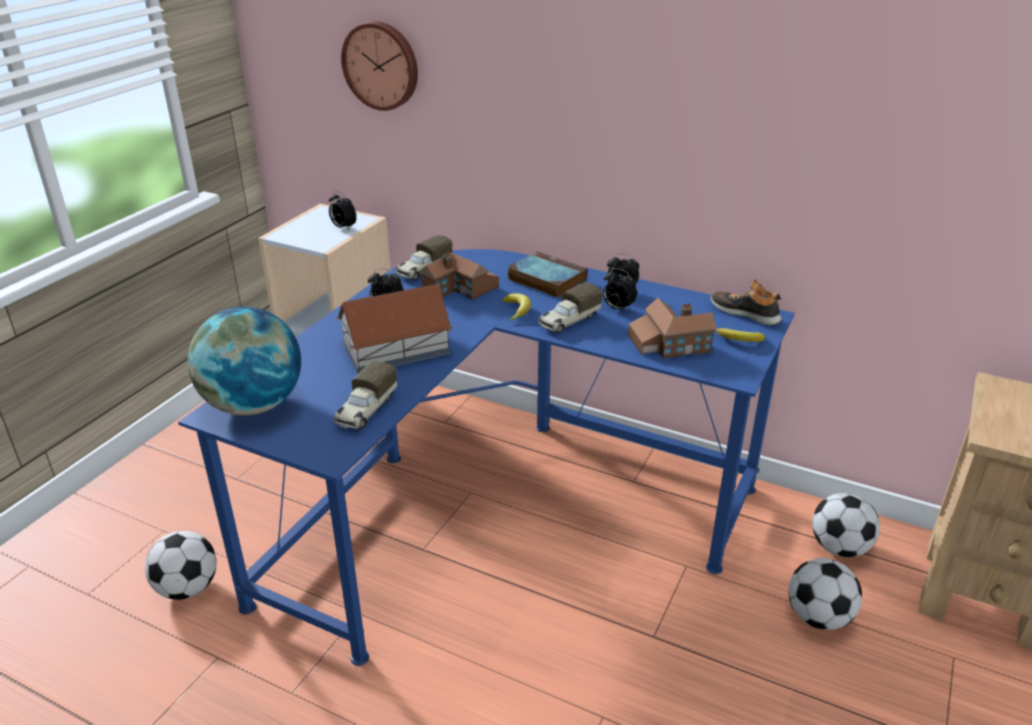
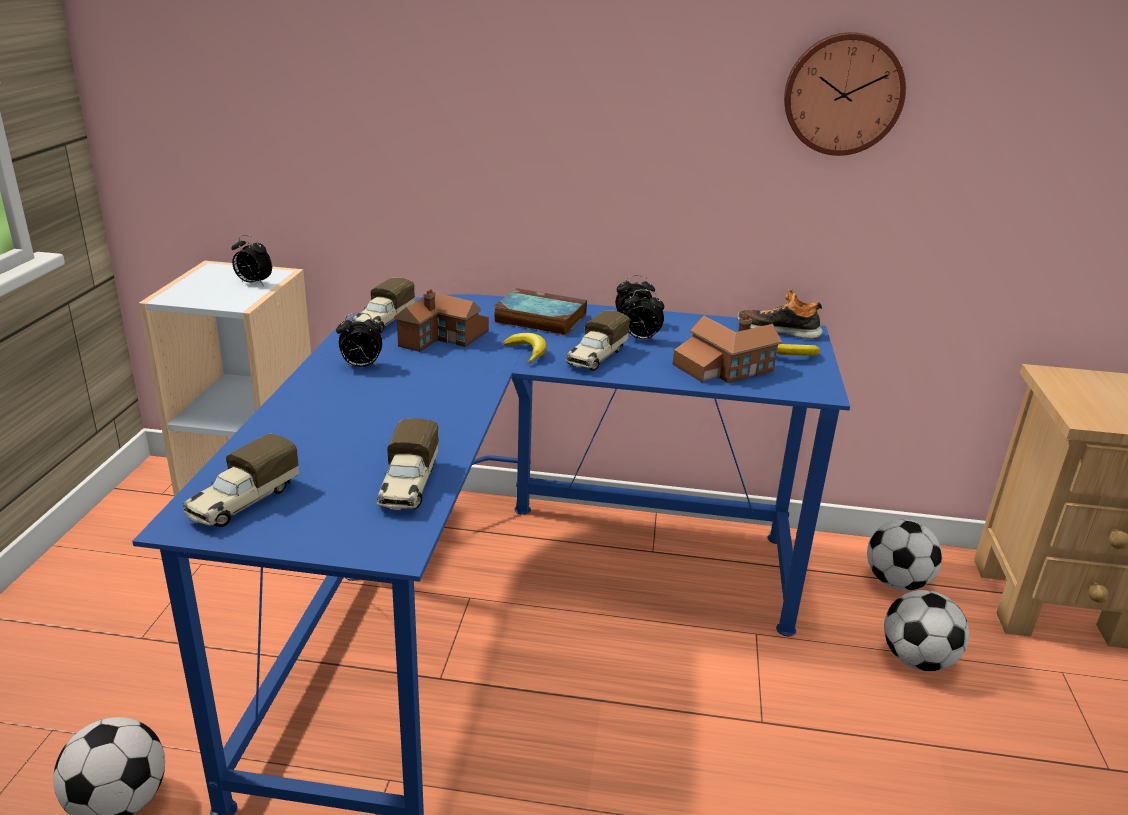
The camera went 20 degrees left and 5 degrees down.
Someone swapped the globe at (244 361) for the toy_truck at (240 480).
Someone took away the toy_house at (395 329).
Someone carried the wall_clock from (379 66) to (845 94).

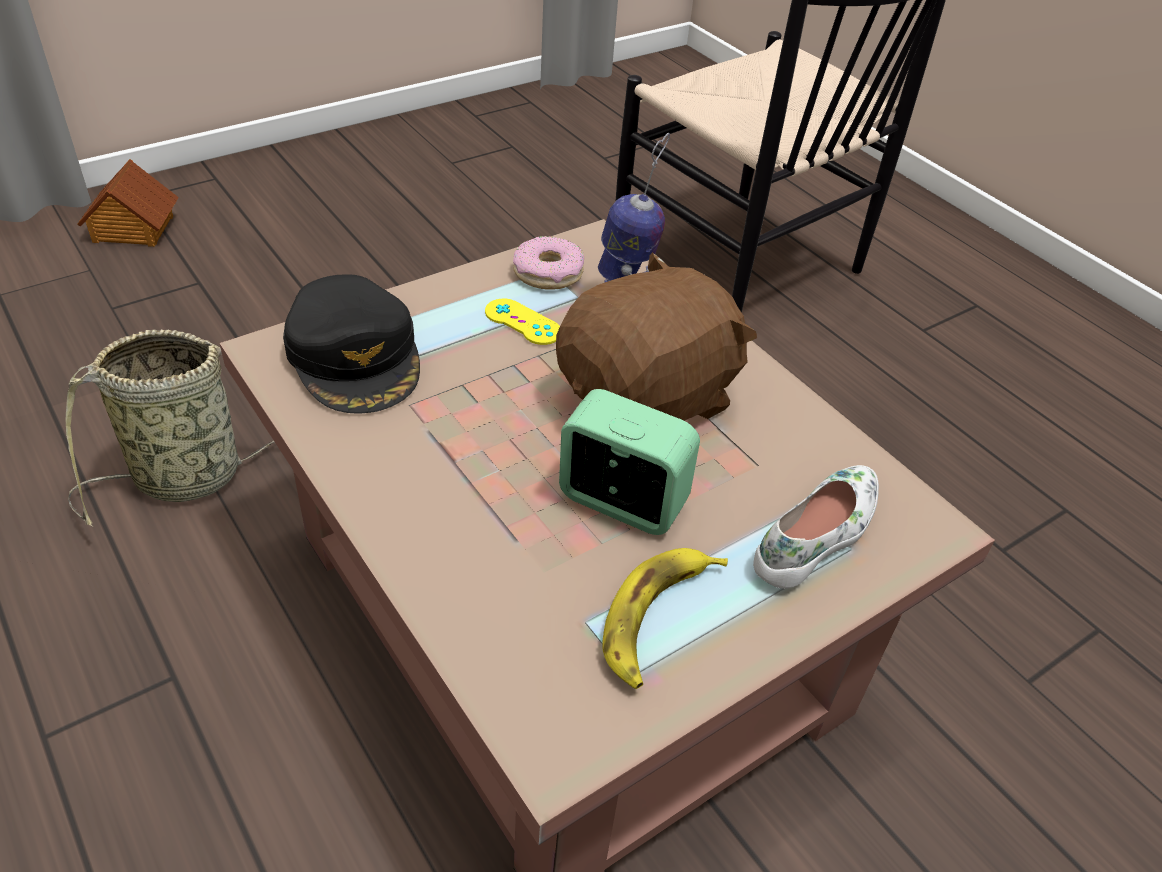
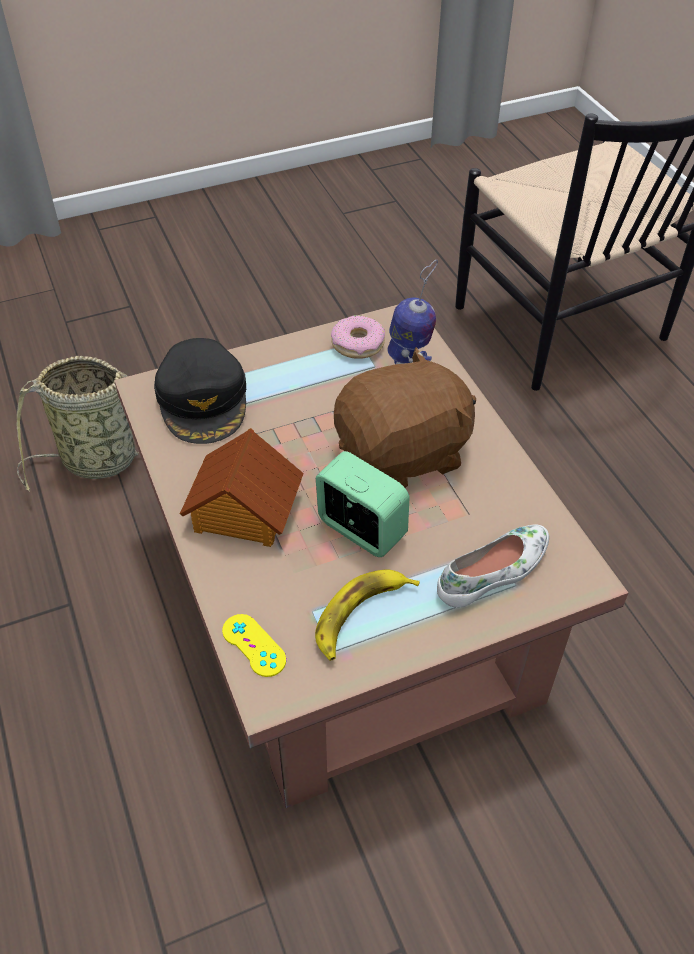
The camera went 15 degrees right and 5 degrees up.
Someone carried the toy_house from (128 203) to (242 487).
Someone carried the yellow_game_controller from (522 322) to (254 645).

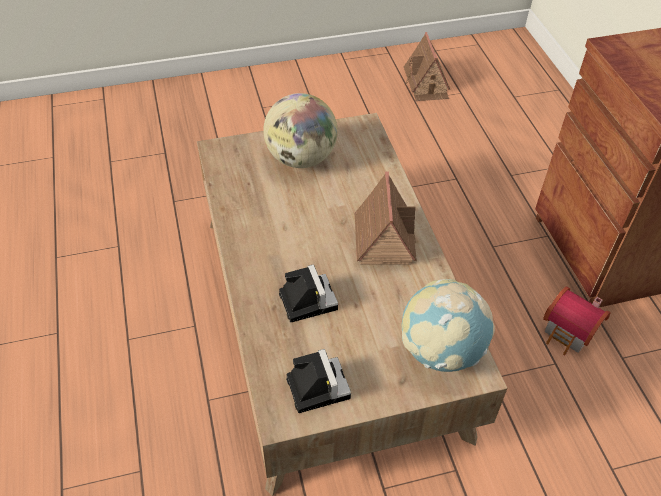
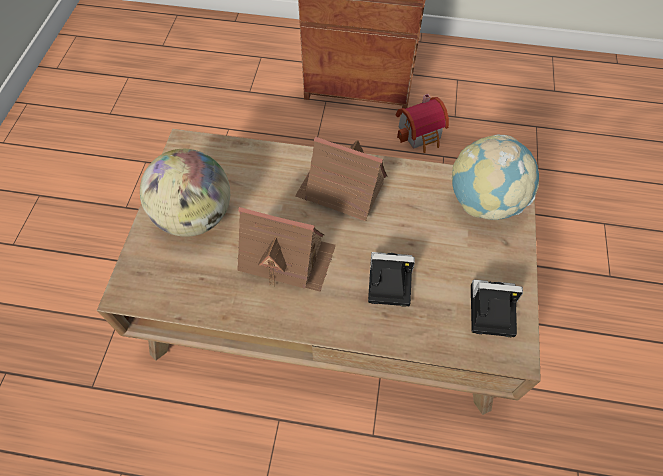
The camera went 65 degrees left and 10 degrees up.
Someone carried the toy_house from (427 66) to (286 249).

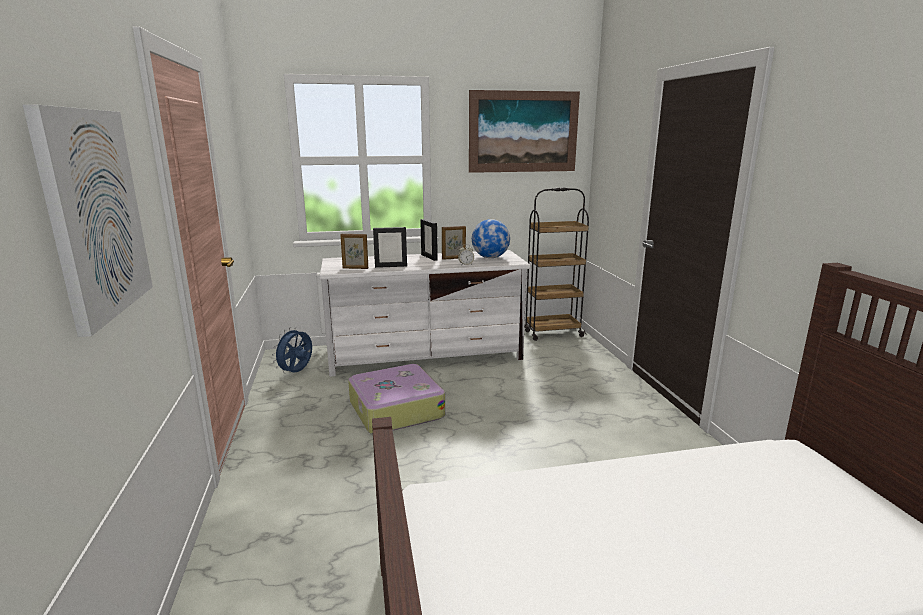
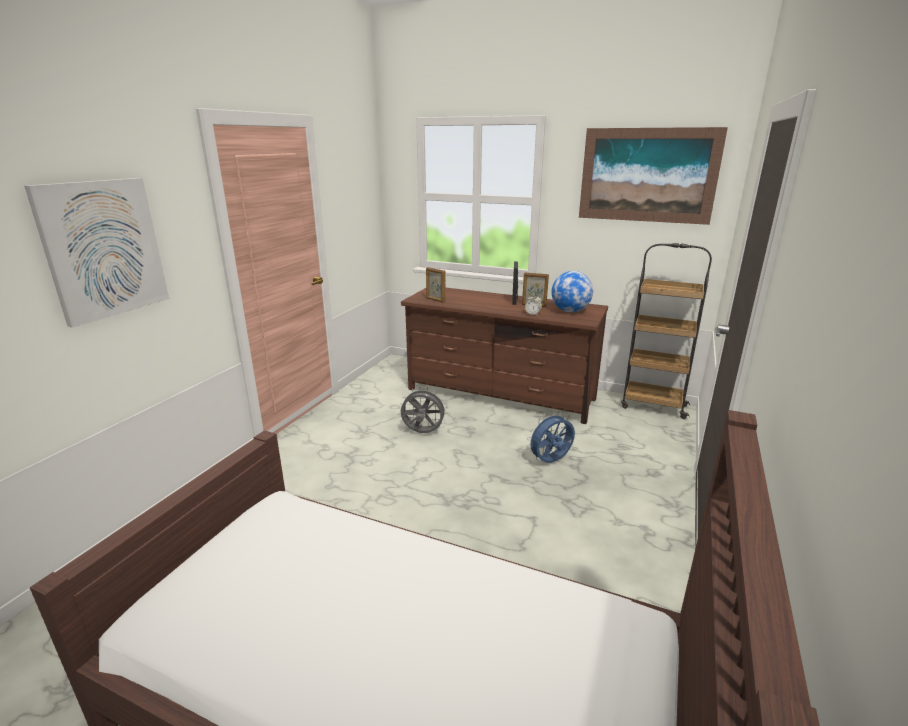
The camera went 35 degrees right and 5 degrees up.
Someone carried the blue_fan from (292 350) to (551 437).
Someone repainted the white_dresser at (425 313), which became the brown_dresser at (504 356).
Someone swapped the suitcase at (396 399) for the grey_fan at (424 410).
Someone took away the picture_frame at (390 247).

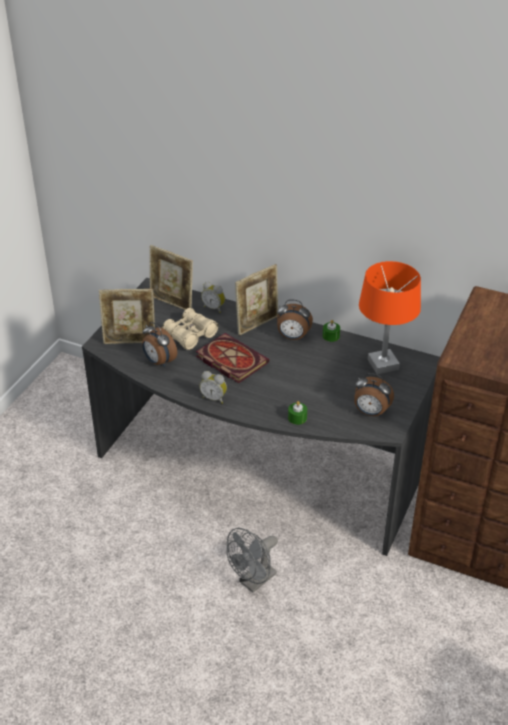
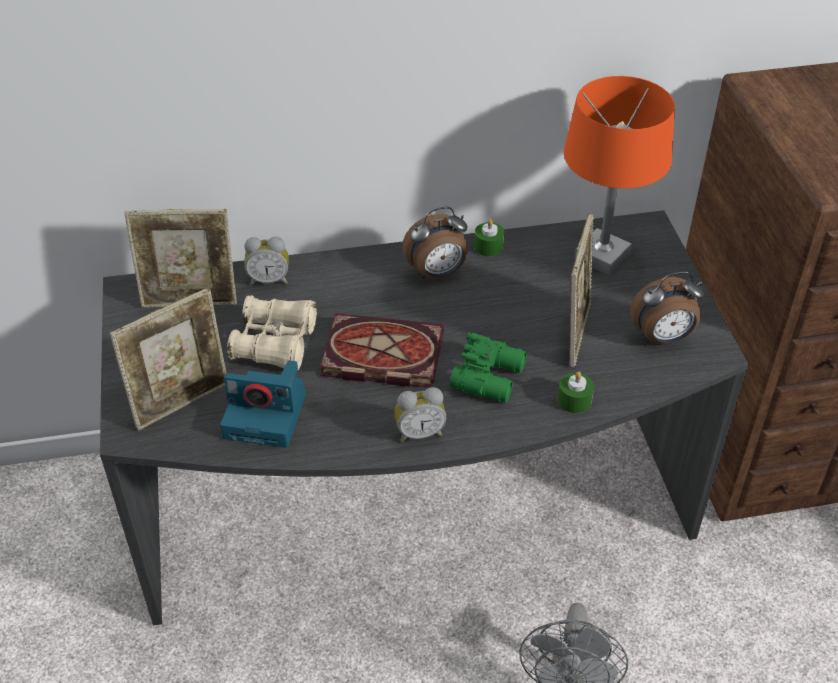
The camera went 35 degrees left and 5 degrees up.
Someone swapped the alarm_clock at (159 344) for the photo_camera at (263 404).
Someone carried the picture_frame from (256 300) to (582 290).
Someone put down the green_binoculars at (488 367).

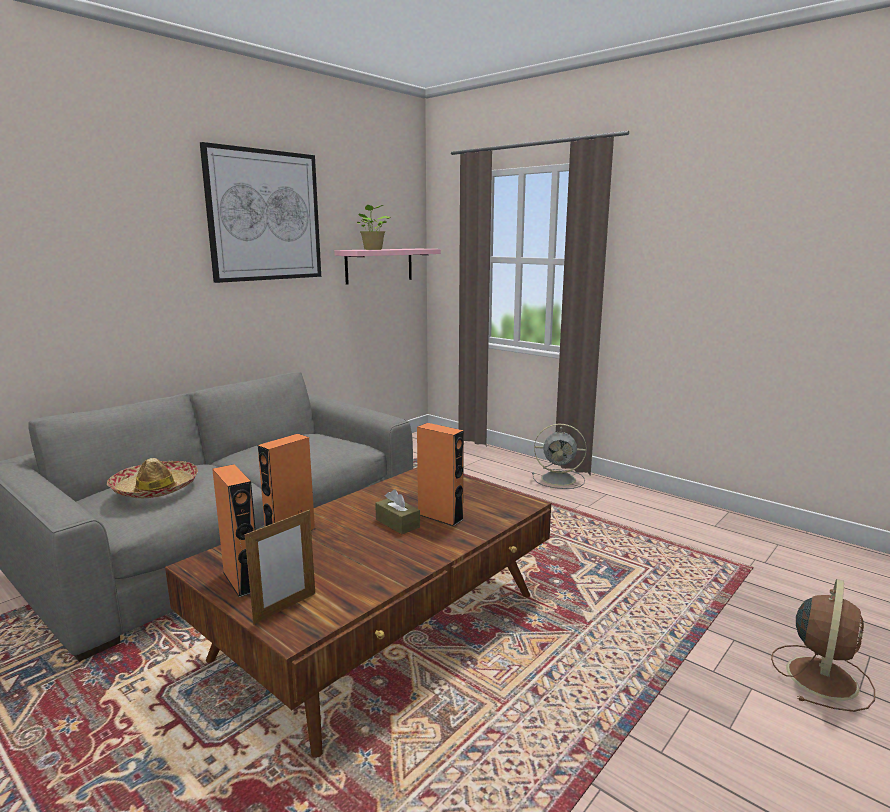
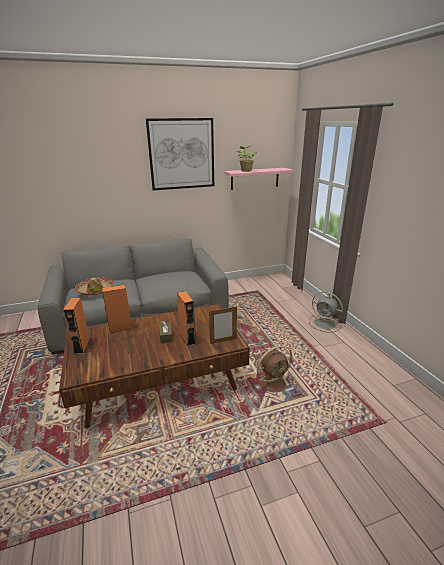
The camera went 30 degrees right and 10 degrees up.
Someone carried the picture_frame from (280 567) to (223 325).
Someone carried the brown_fan from (823 645) to (272 371).

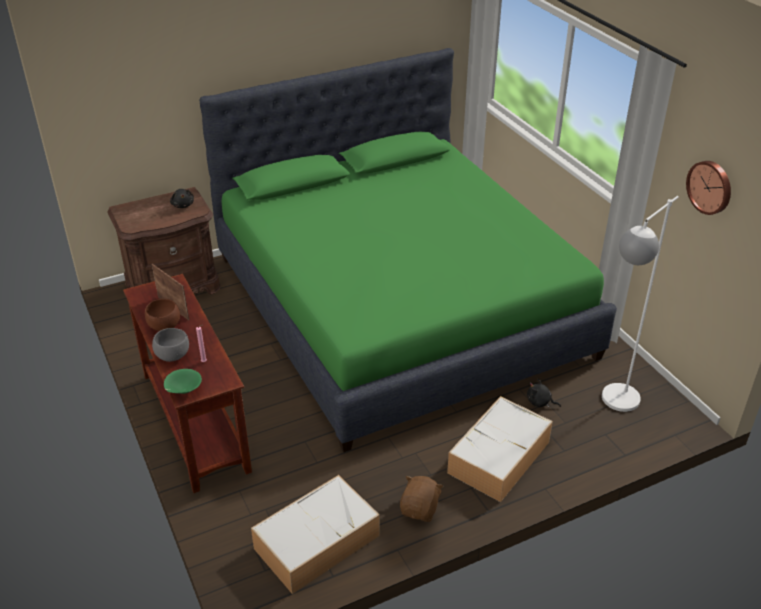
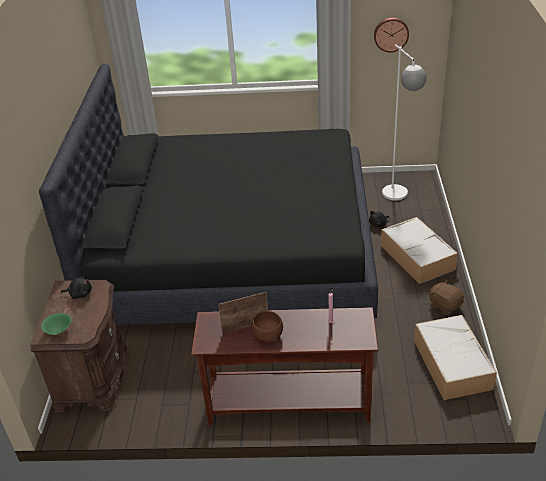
The camera went 60 degrees left and 0 degrees up.
Someone took away the grey_bowl at (170 345).
Someone carried the green_bowl from (183 381) to (56 324).
Someone repainted the green_bed at (408 250), which became the black_bed at (208 194).

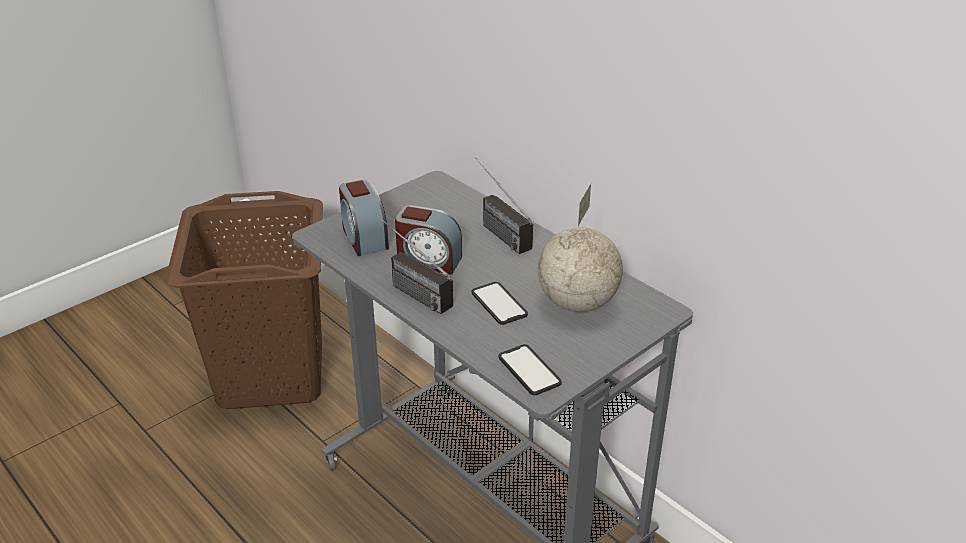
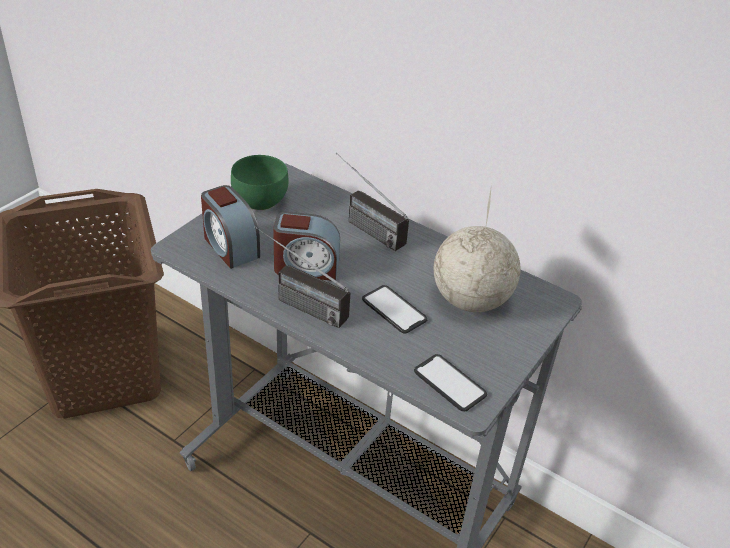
The camera went 15 degrees left and 5 degrees up.
Someone put down the green_bowl at (260 183).

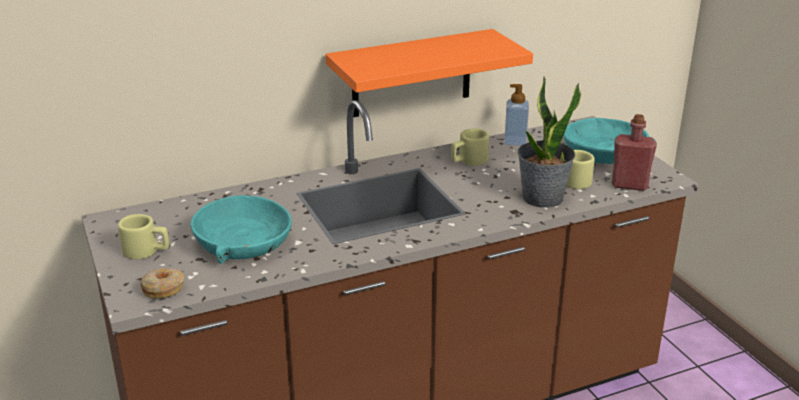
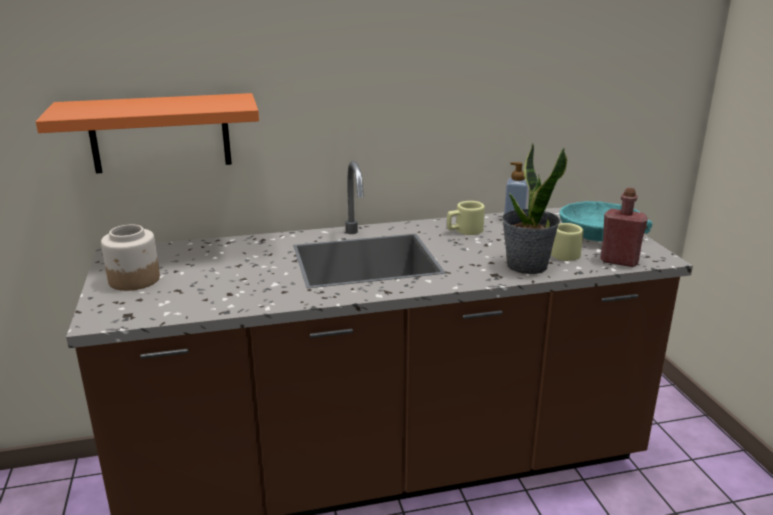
The camera went 10 degrees right and 5 degrees down.
Someone swapped the beige_mug at (143 236) for the jar at (130 257).
Someone took away the donut at (162 283).
Someone took away the turquoise_bowl at (241 229).
Someone carried the orange_shelf from (429 73) to (147 133).

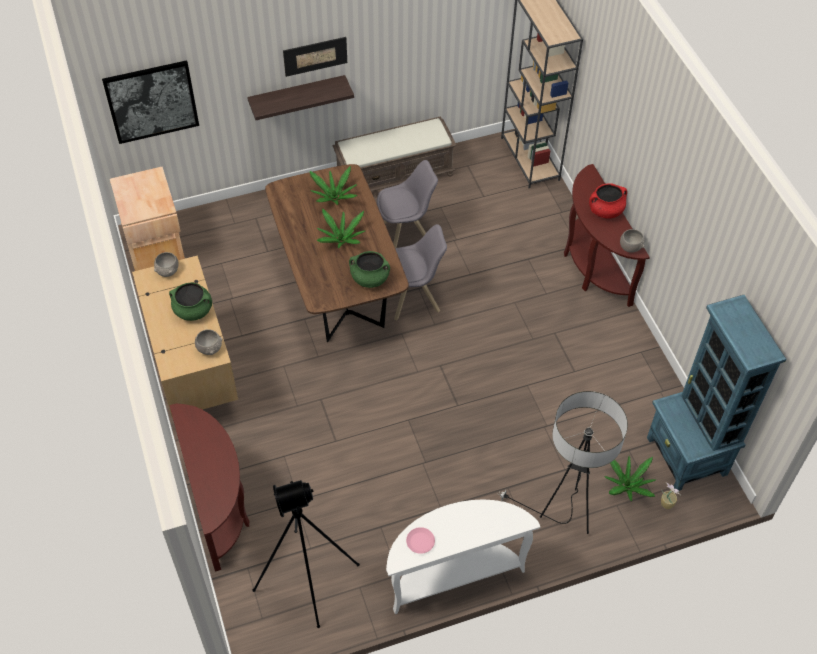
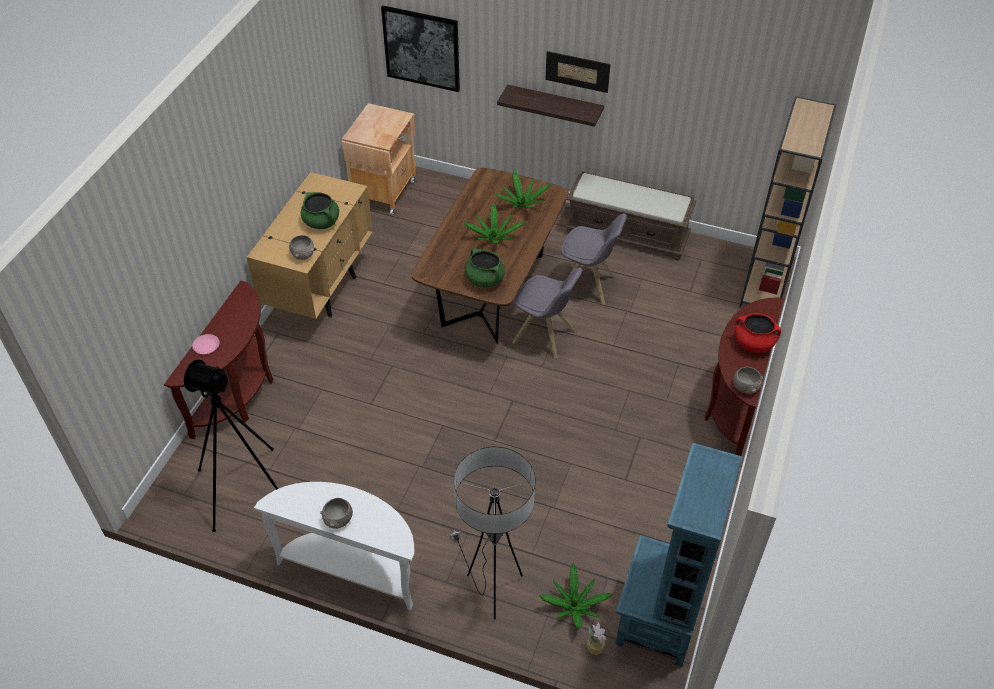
The camera went 40 degrees right and 5 degrees down.
Someone carried the grey_bowl from (166 264) to (336 513).
Someone carried the pink_plate from (420 540) to (206 344).

